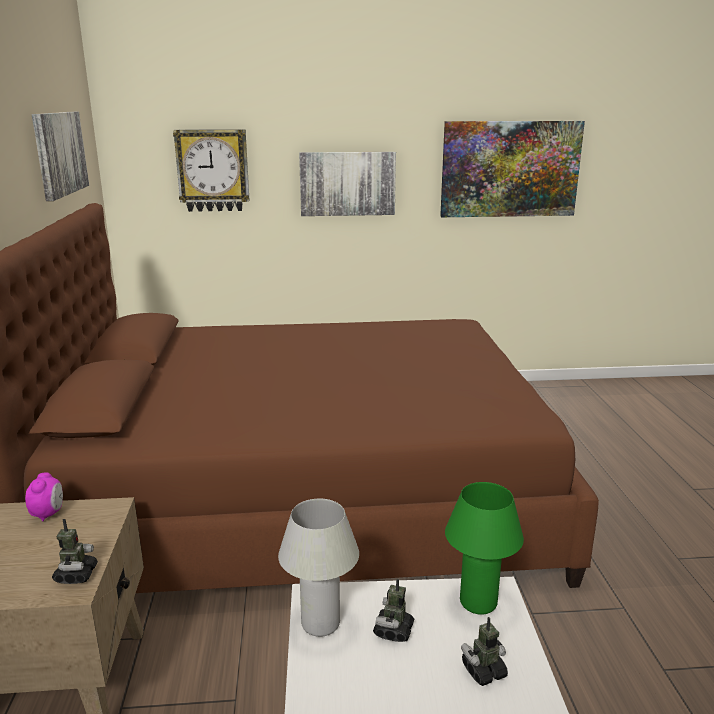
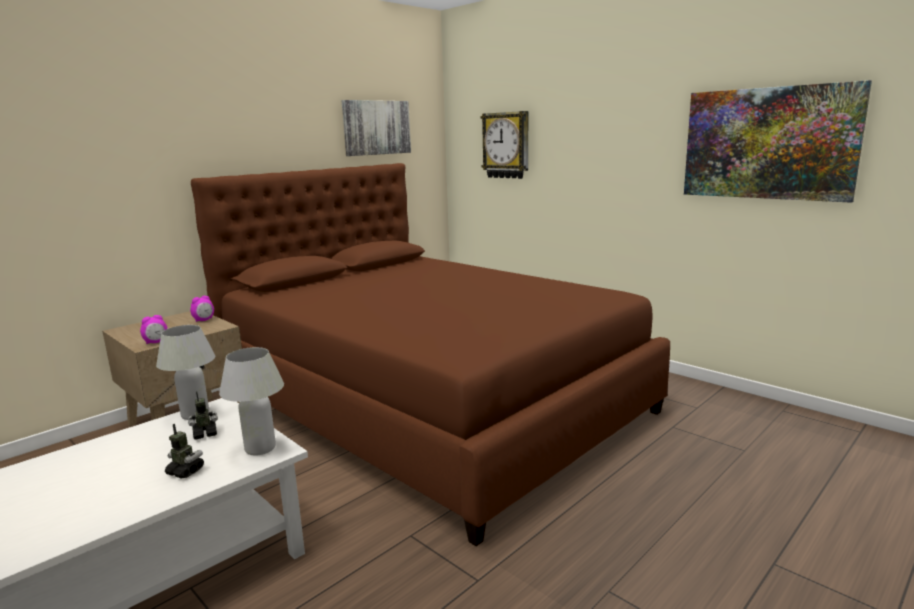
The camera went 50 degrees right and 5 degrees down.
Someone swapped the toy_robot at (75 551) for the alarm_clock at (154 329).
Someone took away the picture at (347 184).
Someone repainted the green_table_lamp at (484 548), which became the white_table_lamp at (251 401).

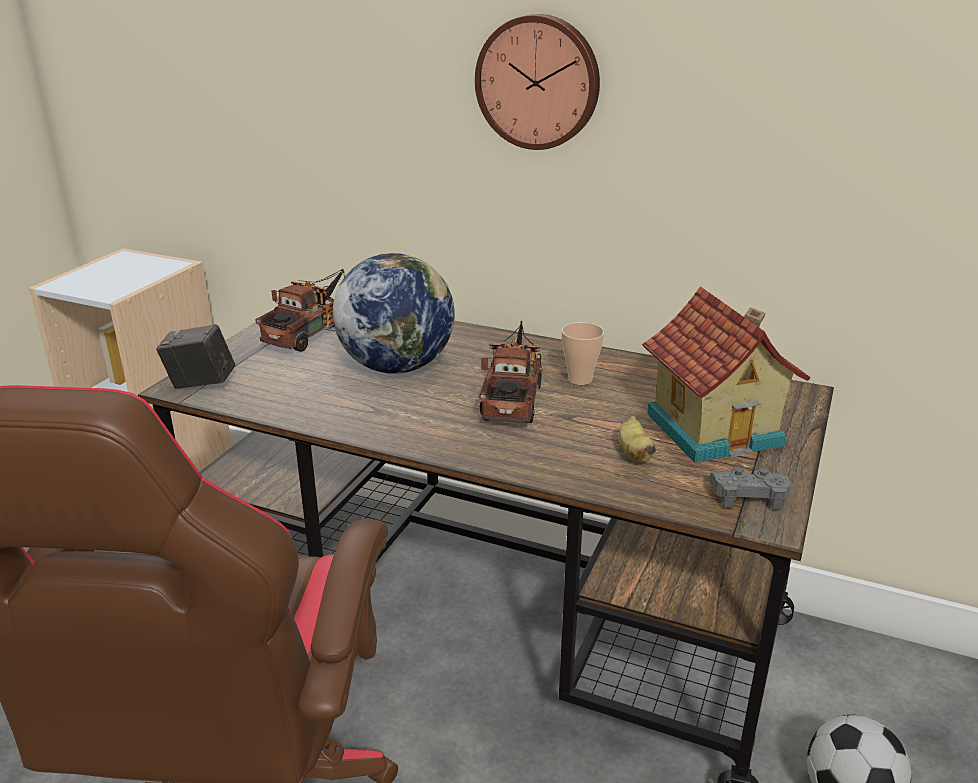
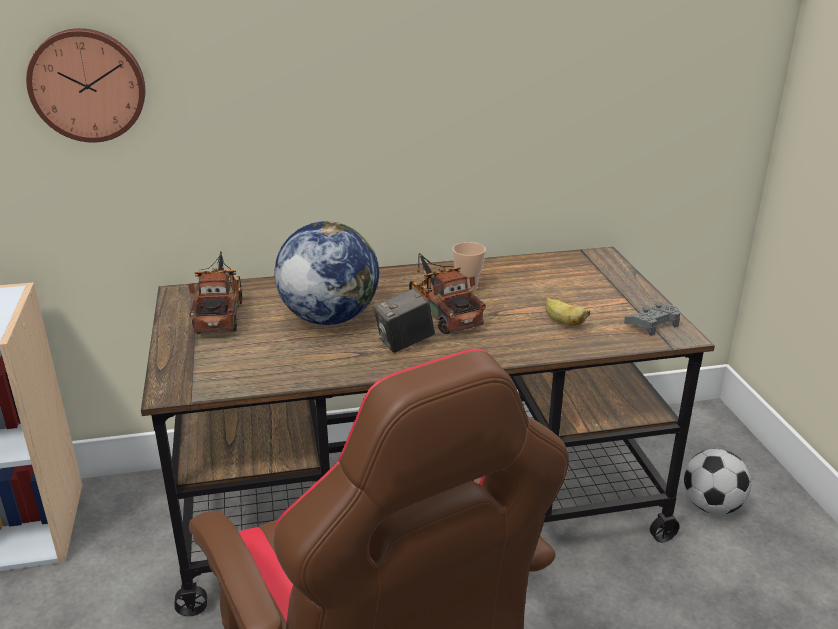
The camera went 35 degrees left and 0 degrees up.
Someone carried the photo_camera from (195 356) to (404 320).
Someone carried the wall_clock from (537 82) to (85 85).
Someone took away the toy_house at (726 374).

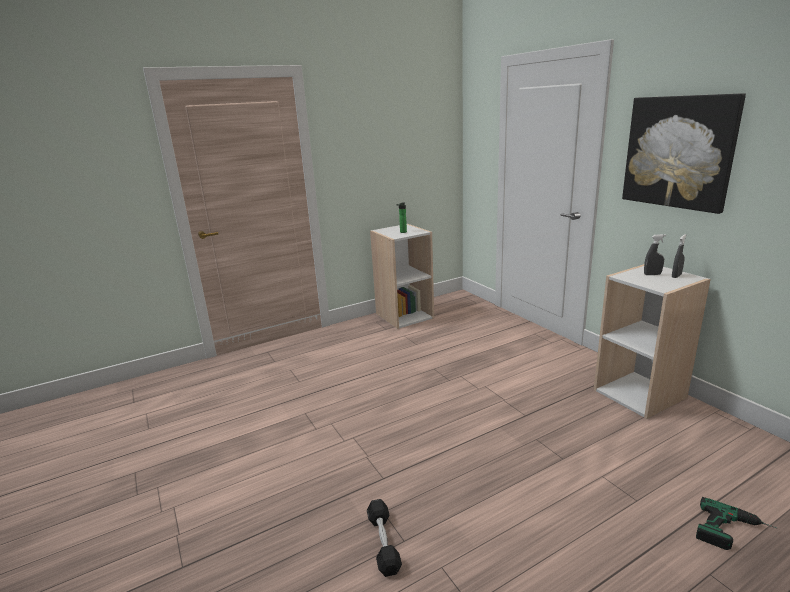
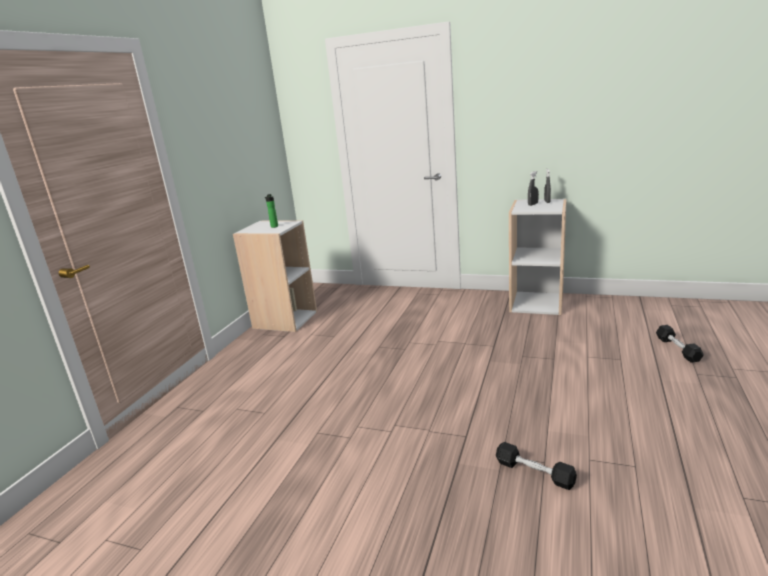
The camera went 40 degrees left and 0 degrees up.
Someone took away the picture at (684 153).
Someone swapped the power_drill at (737 523) for the black_dumbbell at (680 344).

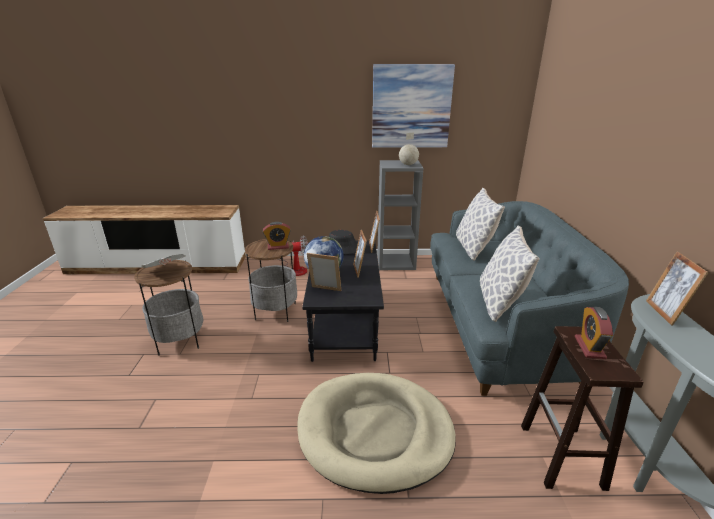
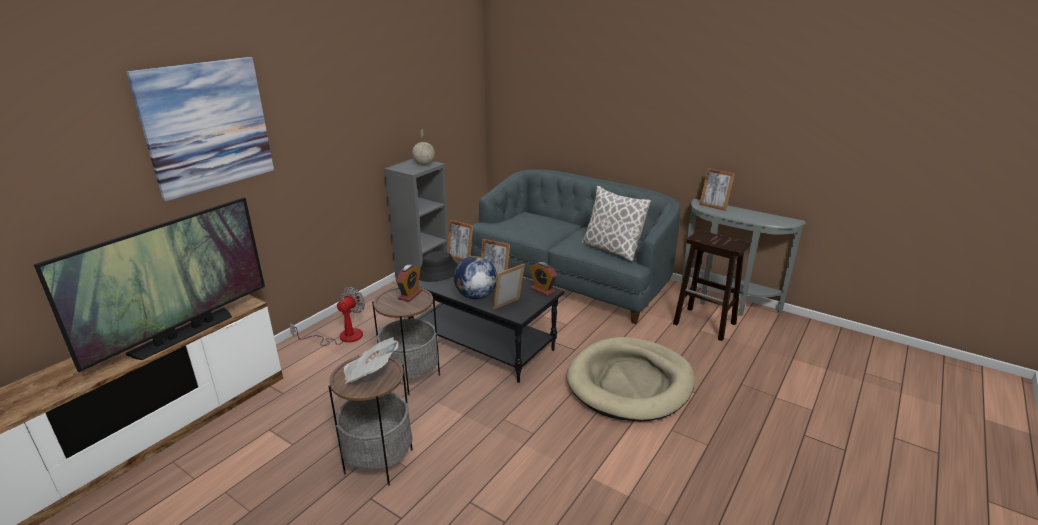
The camera went 55 degrees left and 0 degrees up.
Someone carried the picture from (413 106) to (200 129).
Someone took away the pillow at (480 224).
Someone carried the alarm_clock from (594 333) to (543 279).
Someone put down the television at (149 284).

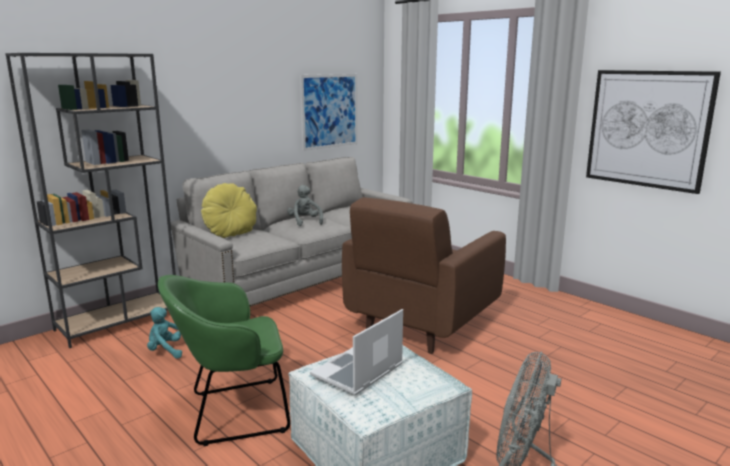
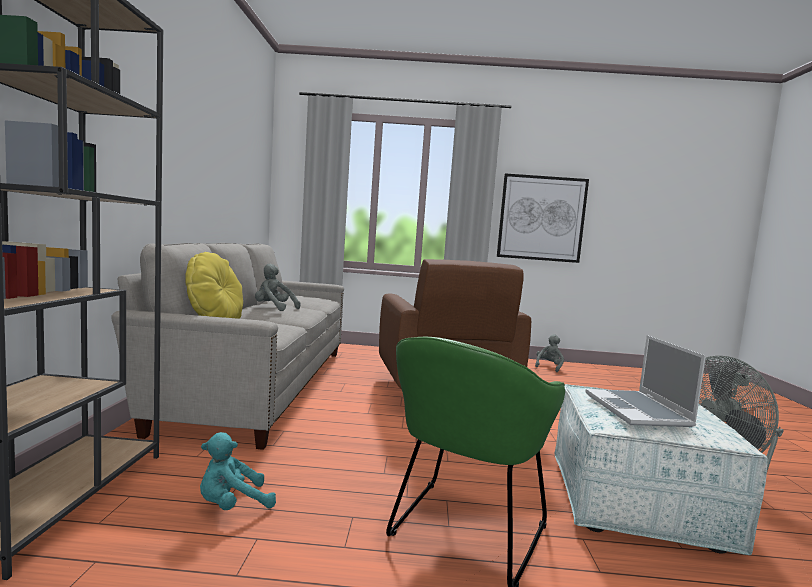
The camera went 45 degrees left and 10 degrees down.
Someone took away the picture at (329 112).
Someone put down the grey_plush_toy at (549 353).

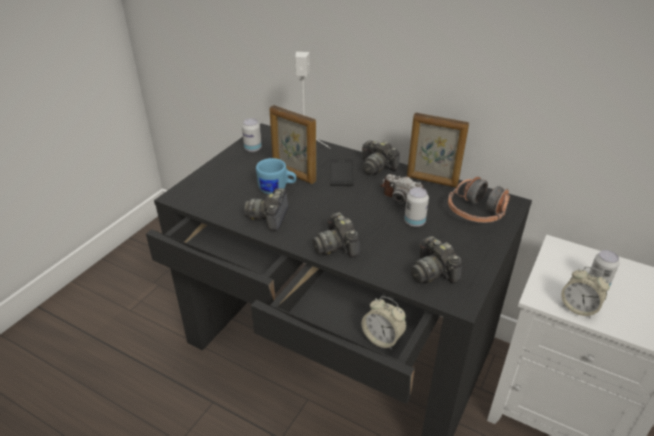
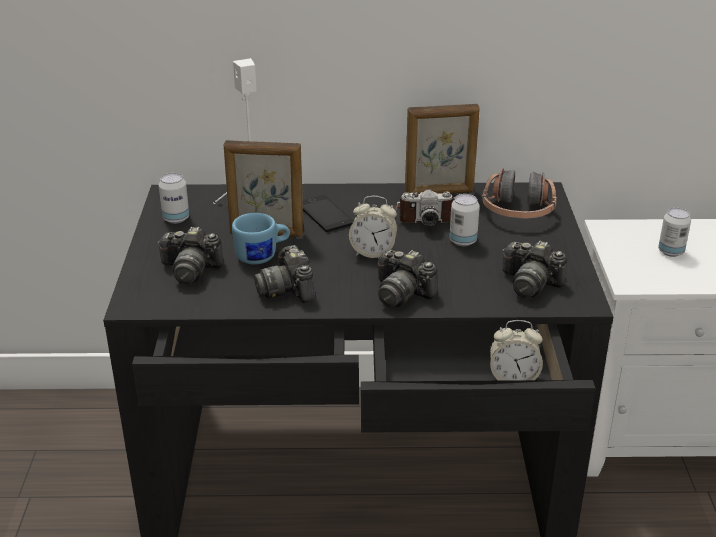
The camera went 30 degrees left and 5 degrees down.
Someone carried the photo_camera from (381 157) to (190 255).
Someone carried the alarm_clock from (585 292) to (373 227).

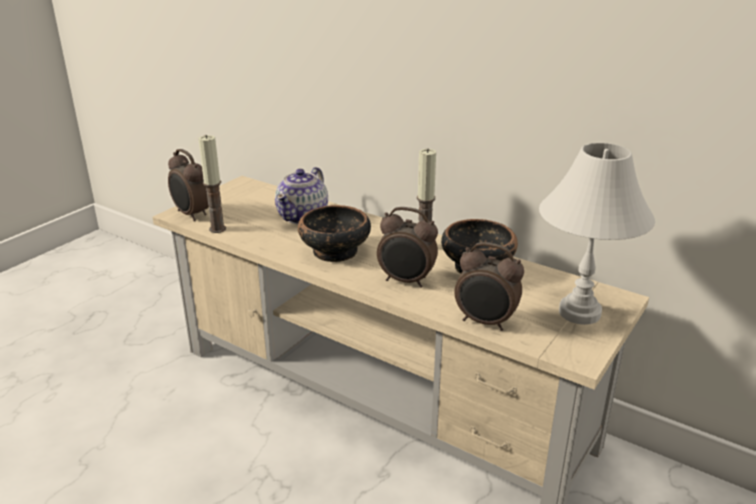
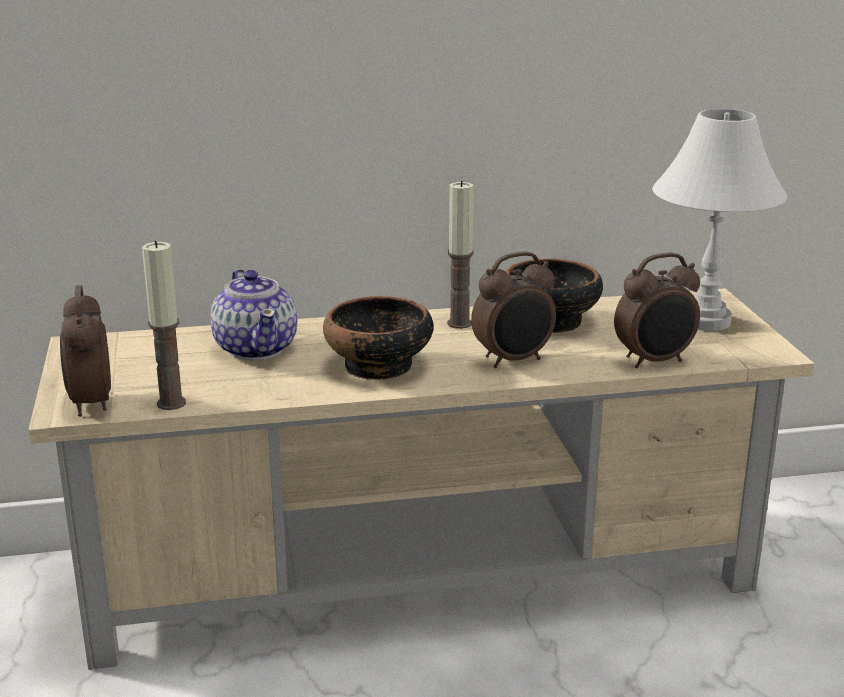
The camera went 45 degrees left and 5 degrees down.
Someone rotated the alarm_clock at (188 185) by 75 degrees clockwise.

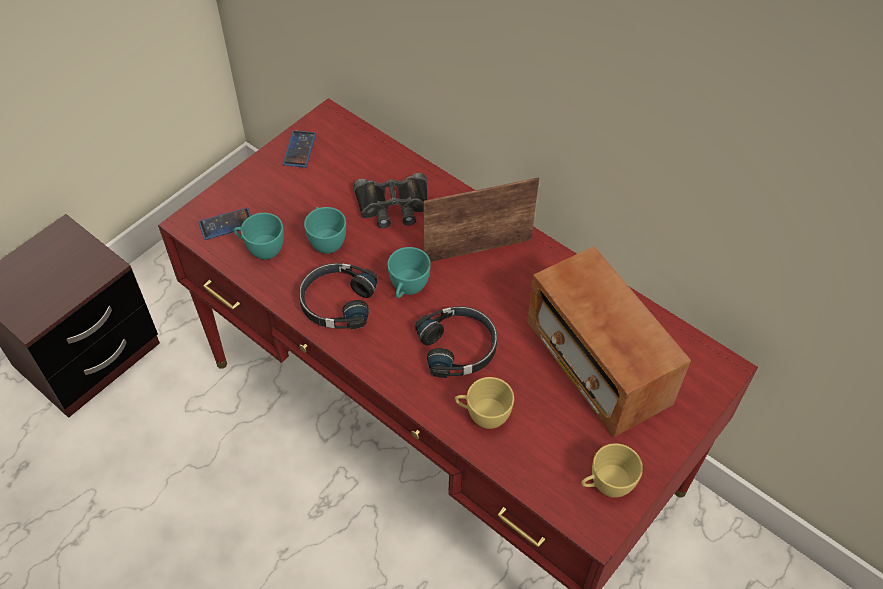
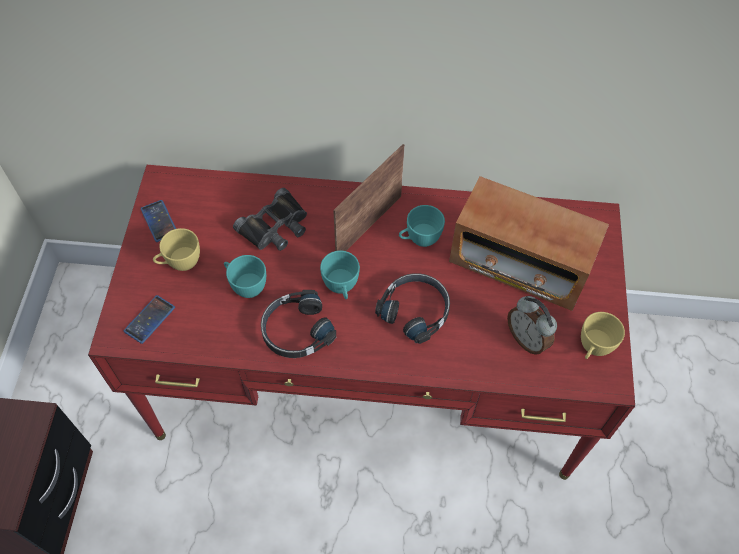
The camera went 35 degrees left and 5 degrees up.
Someone carried the turquoise_cup from (259 236) to (422 226).
Someone carried the yellow_cup from (484 403) to (176 249).
Someone put down the alarm_clock at (532 325).

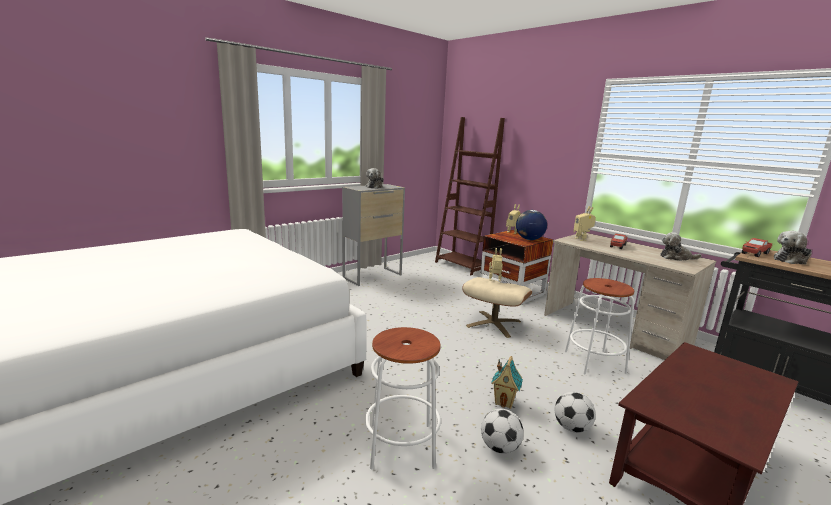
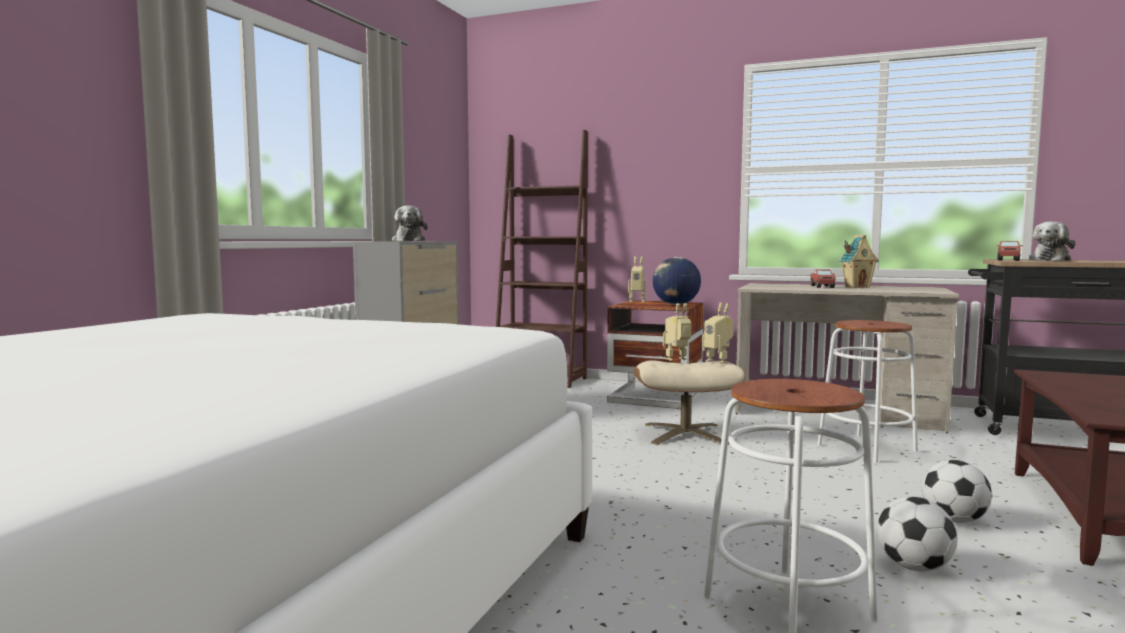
The camera went 25 degrees left and 10 degrees down.
Someone carried the toy_house from (507 382) to (859 261).
Someone carried the toy_robot from (584 223) to (718 333).
Someone took away the plush_toy at (681 246).

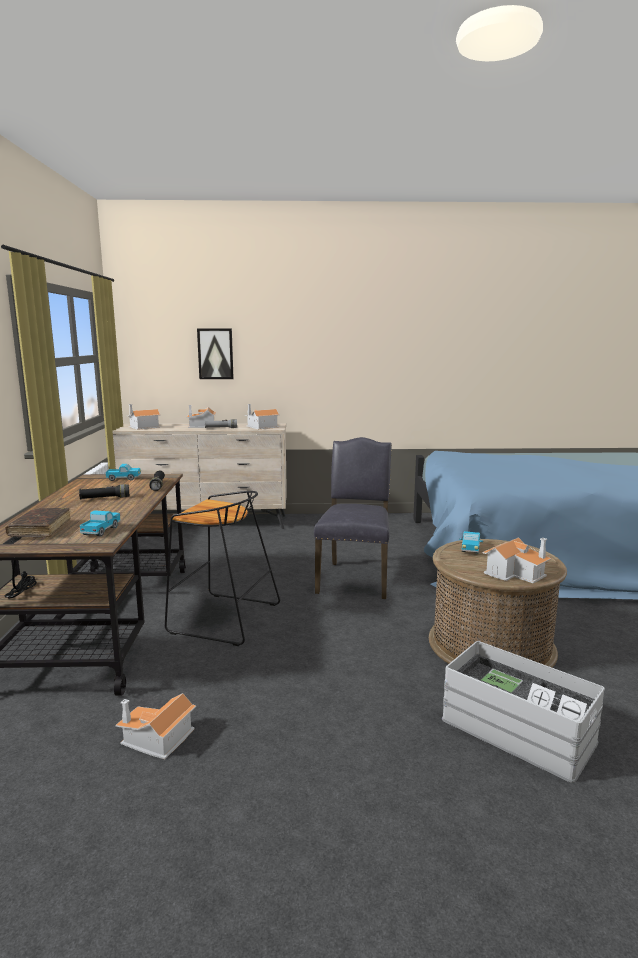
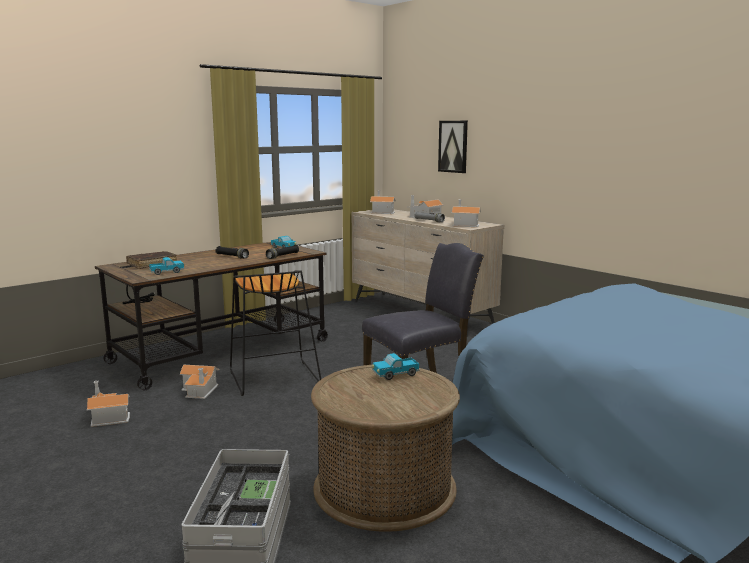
The camera went 50 degrees right and 0 degrees up.
Someone carried the toy_house from (517 560) to (199 381).

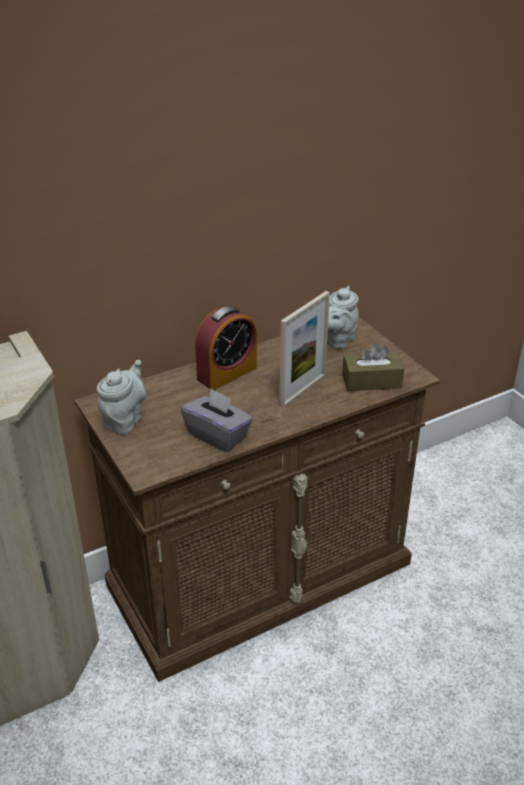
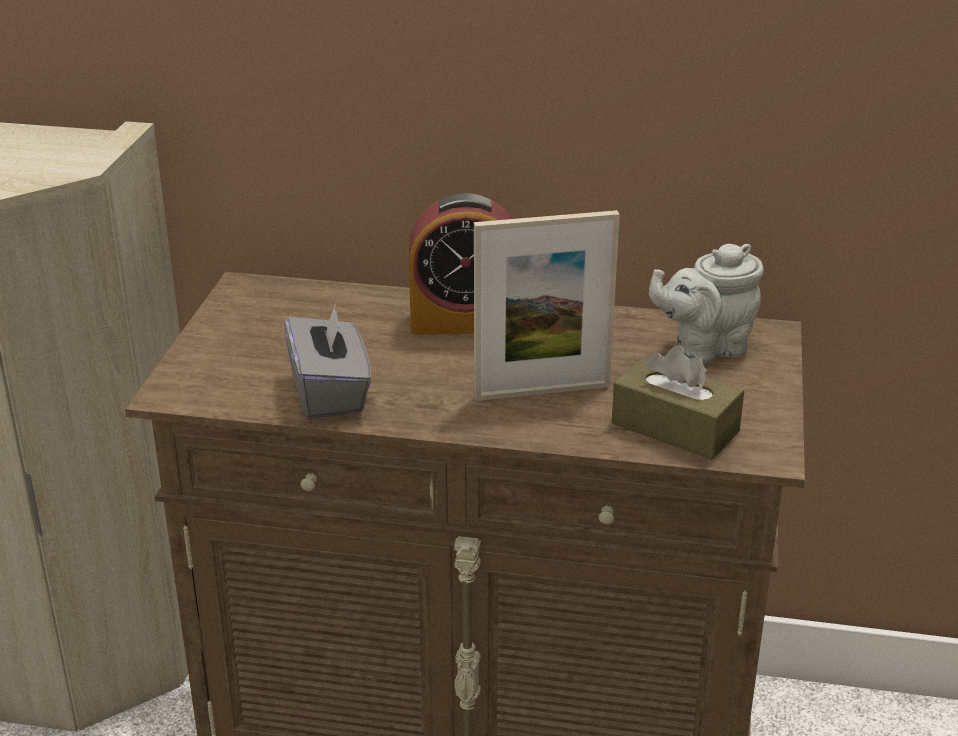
The camera went 40 degrees right and 5 degrees down.
Someone took away the grey_teapot at (121 397).

